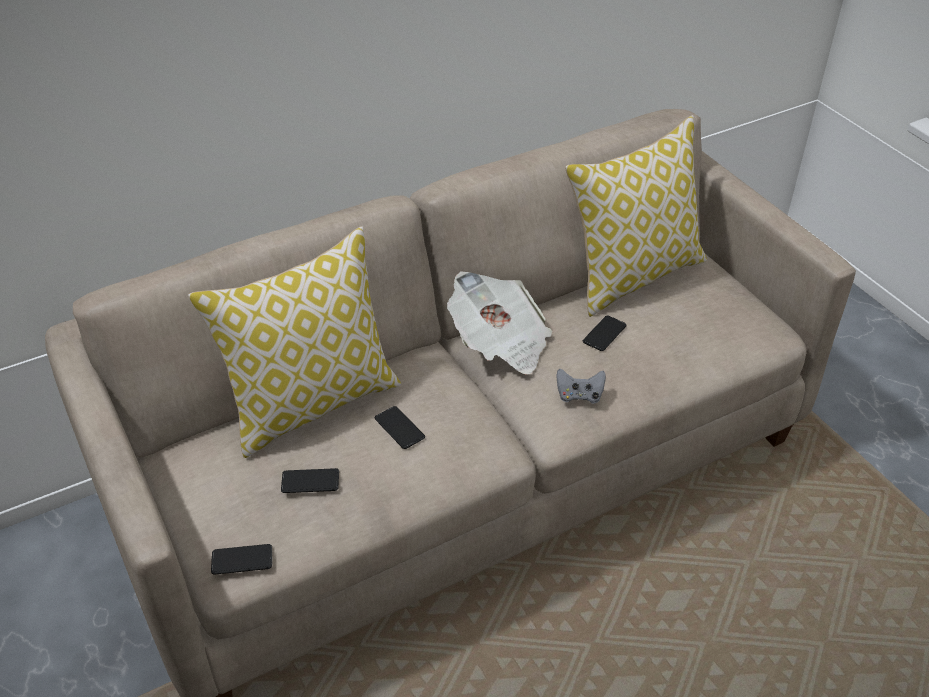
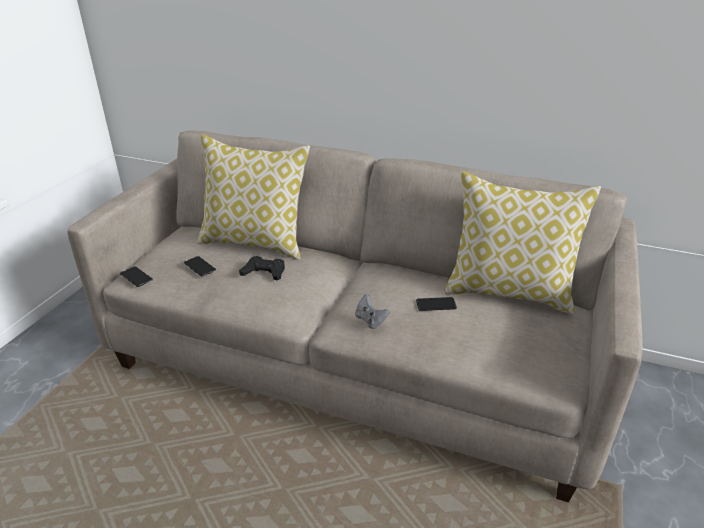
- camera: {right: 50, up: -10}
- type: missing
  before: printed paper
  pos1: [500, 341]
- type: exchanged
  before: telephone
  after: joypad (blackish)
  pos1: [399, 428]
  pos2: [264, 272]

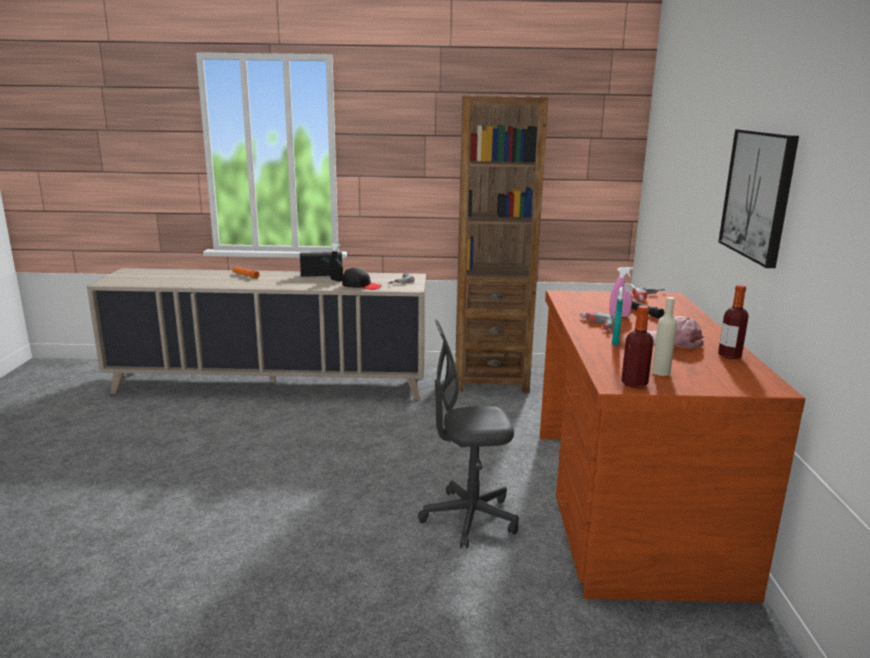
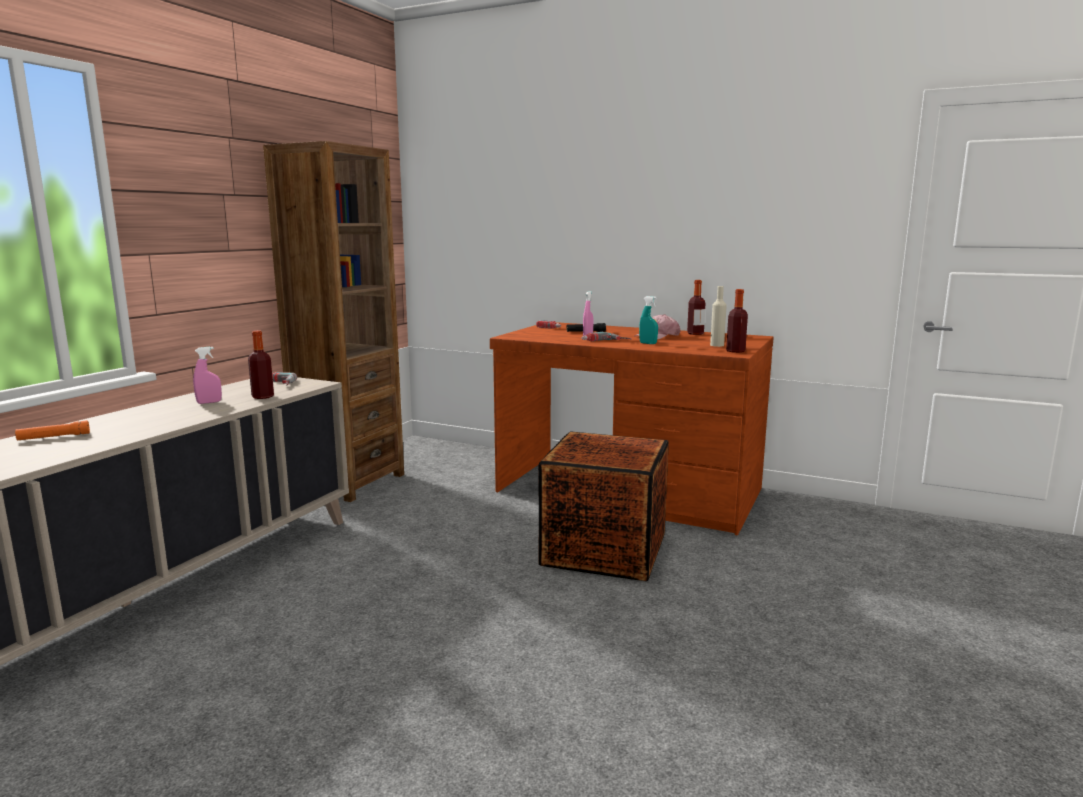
- camera: {right: -65, up: -5}
- type: missing
  before: radio receiver
  pos1: [321, 275]
- type: missing
  before: picture
  pos1: [758, 195]
- type: exchanged
  before: peaked cap (blackish)
  after: drink bottle
  pos1: [361, 286]
  pos2: [263, 397]
- type: exchanged
  before: office chair (greyish)
  after: crate
  pos1: [469, 518]
  pos2: [604, 550]
- type: colour
  before: hand sprayer (blackish)
  after: hand sprayer (pink-coloured)
  pos1: [336, 280]
  pos2: [209, 402]

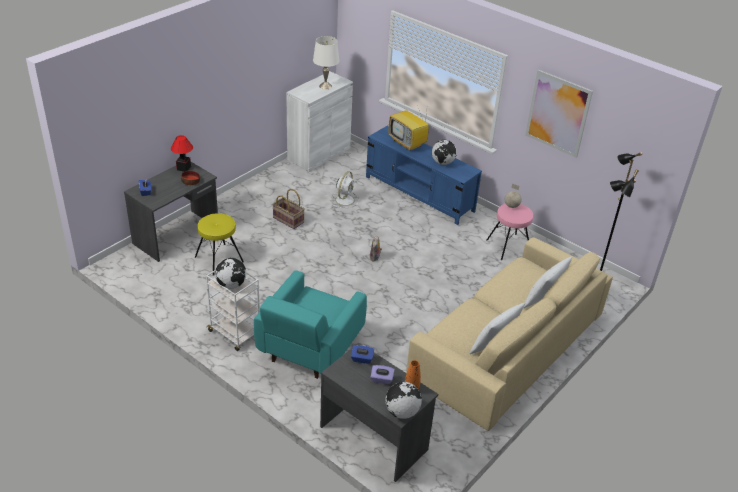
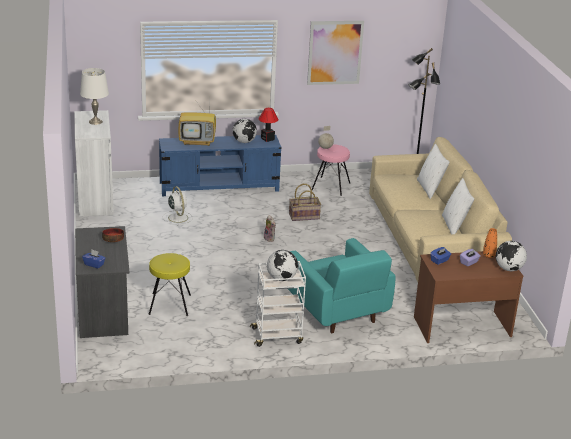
- camera: {right: -50, up: -10}
- type: relocated
  before: tabletop lamp
  pos1: [184, 168]
  pos2: [267, 139]
- type: relocated
  before: basket
  pos1: [289, 220]
  pos2: [304, 216]
- type: colour
  before: desk (greyish)
  after: desk (brown)
  pos1: [374, 437]
  pos2: [461, 326]

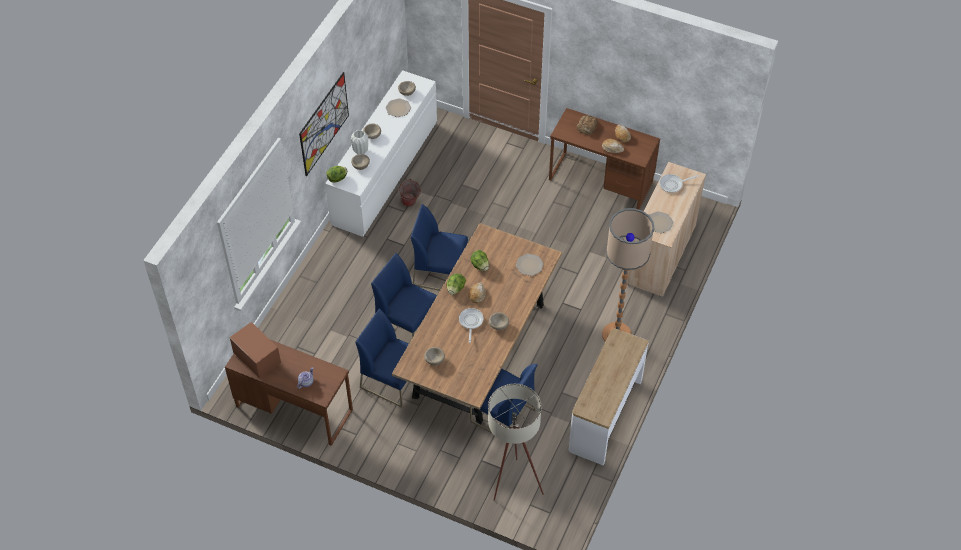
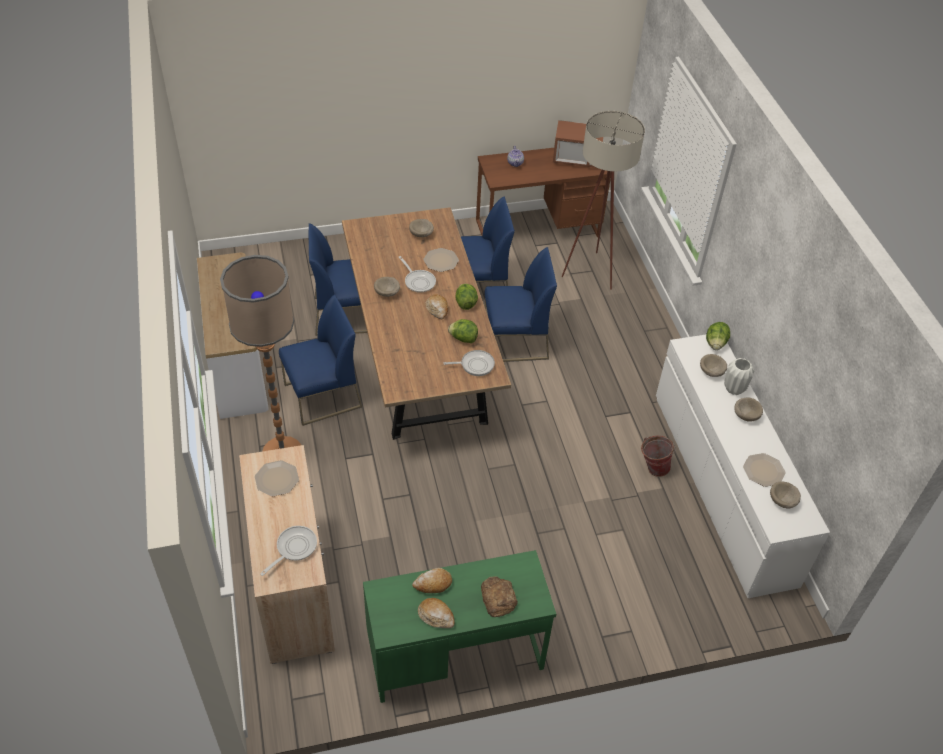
- camera: {right: 140, up: -5}
- type: missing
  before: picture
  pos1: [324, 124]
- type: appeared
  after: frying pan
  pos2: [475, 365]
- type: relocated
  before: upright chair (bluish)
  pos1: [440, 272]
  pos2: [322, 396]
- type: relocated
  before: floor lamp (beige)
  pos1: [512, 487]
  pos2: [591, 268]
- type: relocated
  before: plate
  pos1: [529, 265]
  pos2: [441, 261]
- type: colour
  before: desk (brown)
  after: desk (green)
  pos1: [600, 181]
  pos2: [455, 653]

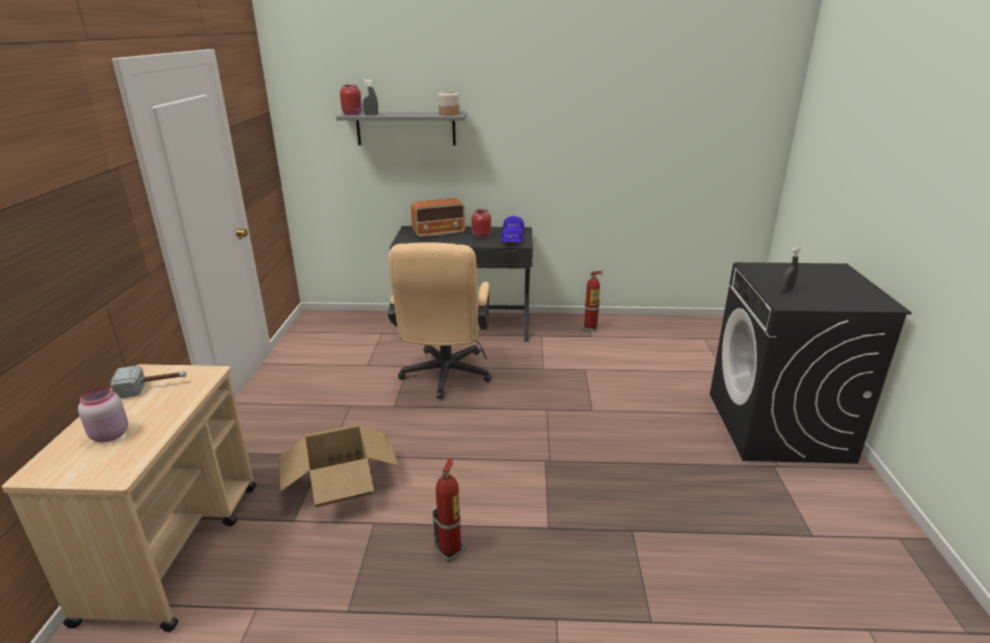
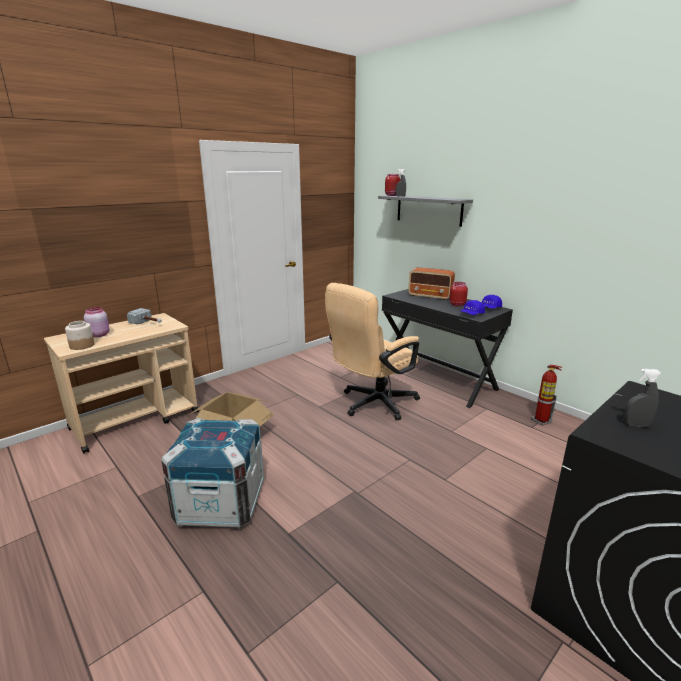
- camera: {right: 45, up: -5}
- type: relocated
  before: jar
  pos1: [449, 114]
  pos2: [81, 345]
- type: exchanged
  before: fire-fighting cylinder
  after: crate
  pos1: [450, 549]
  pos2: [221, 503]

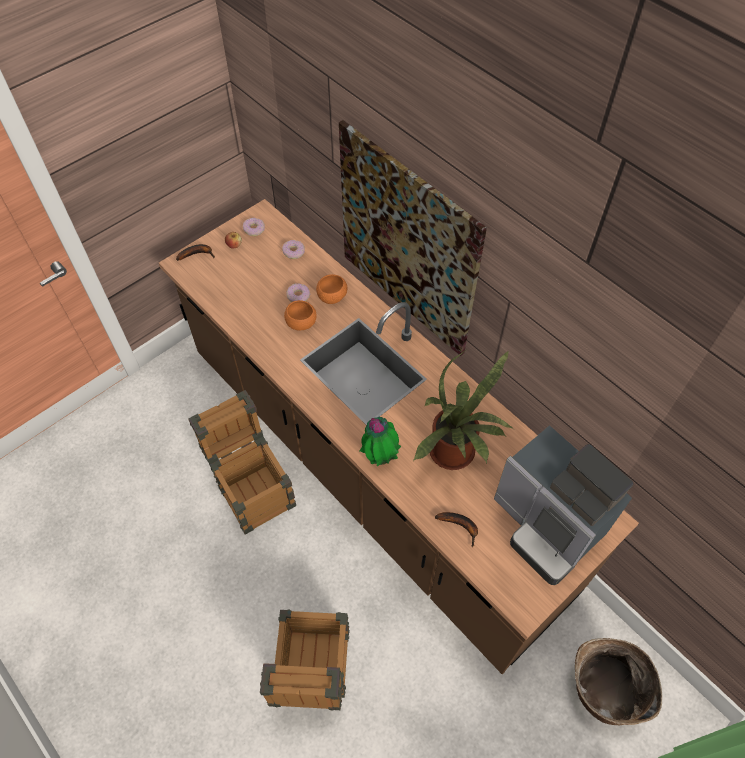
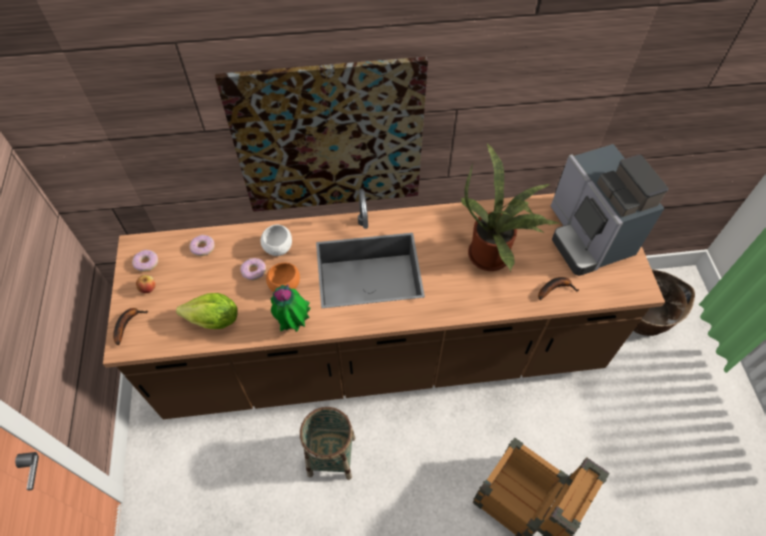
- camera: {right: -55, up: 0}
- type: appeared
  after: lettuce head
  pos2: [214, 321]
- type: relocated
  before: houseplant
  pos1: [380, 456]
  pos2: [293, 323]
- type: exchanged
  before: crate
  after: basket
  pos1: [253, 489]
  pos2: [331, 455]
- type: colour
  before: serving bowl (orange)
  after: serving bowl (white)
  pos1: [332, 297]
  pos2: [278, 248]
- type: spun
  before: coffee brewer
  pos1: [547, 526]
  pos2: [588, 237]
  turn: 75

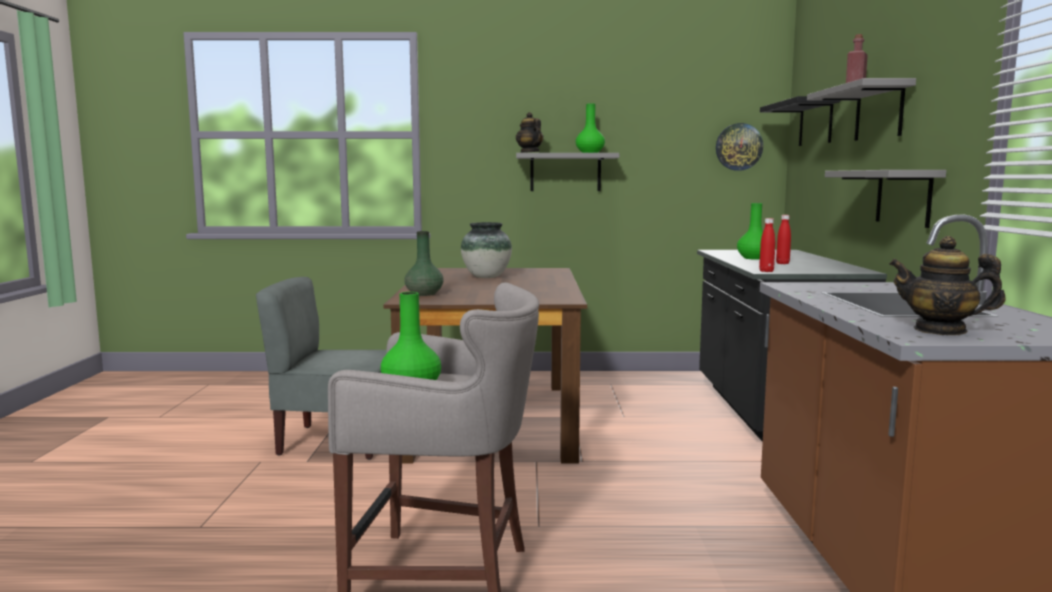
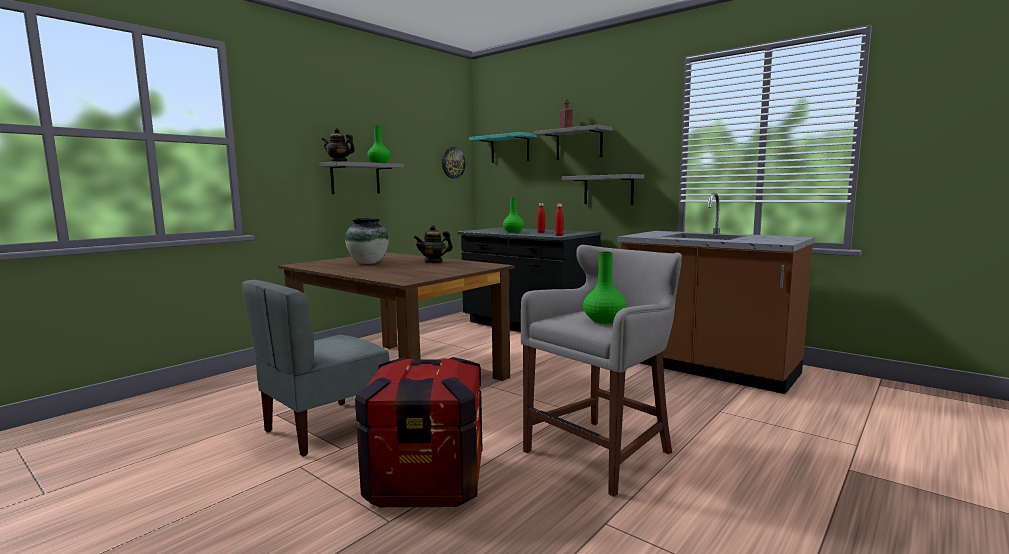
- camera: {right: -50, up: 0}
- type: missing
  before: vase (green)
  pos1: [424, 294]
- type: appeared
  after: crate
  pos2: [426, 480]
- type: relocated
  before: tea pot
  pos1: [940, 330]
  pos2: [434, 262]
- type: colour
  before: wall shelf (blackish)
  after: wall shelf (turquoise)
  pos1: [815, 123]
  pos2: [510, 149]

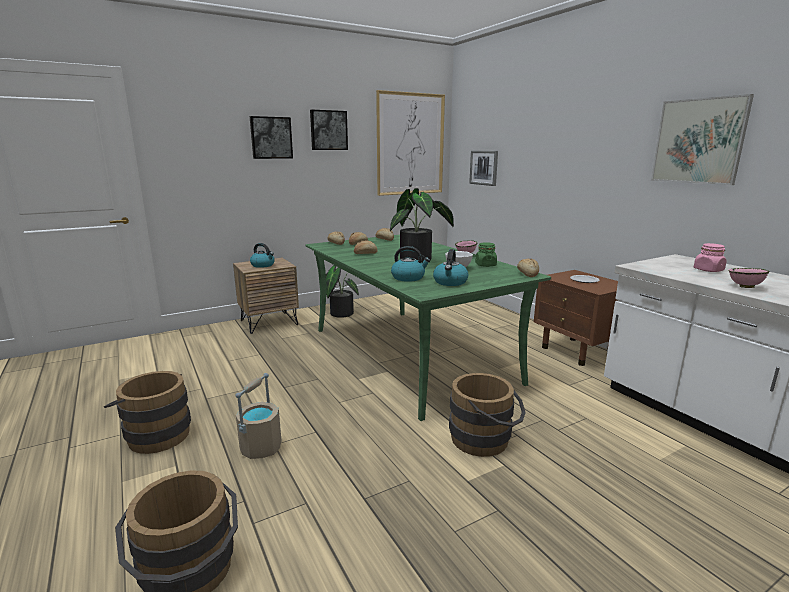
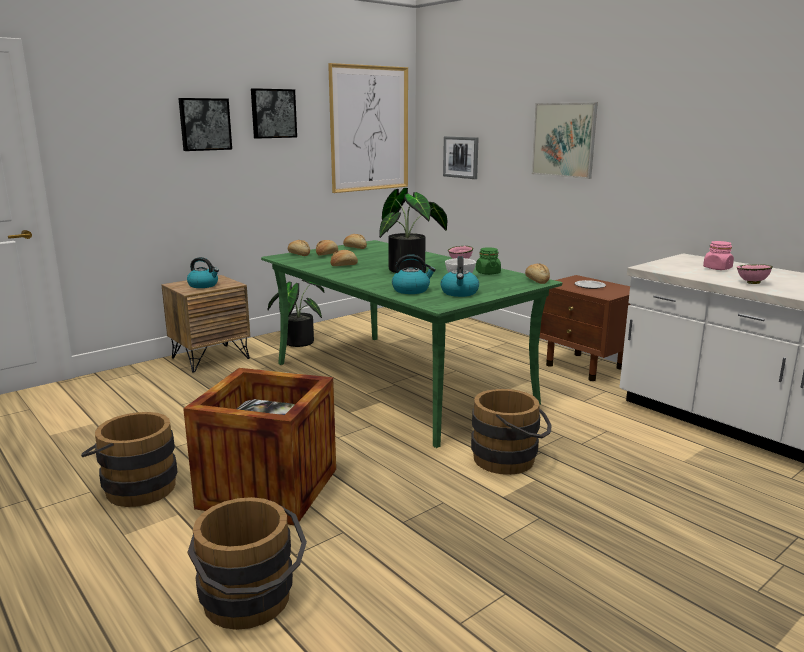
- camera: {right: -10, up: 0}
- type: relocated
  before: picture
  pos1: [698, 141]
  pos2: [564, 140]
- type: exchanged
  before: pail (beige)
  after: crate
  pos1: [261, 447]
  pos2: [269, 488]

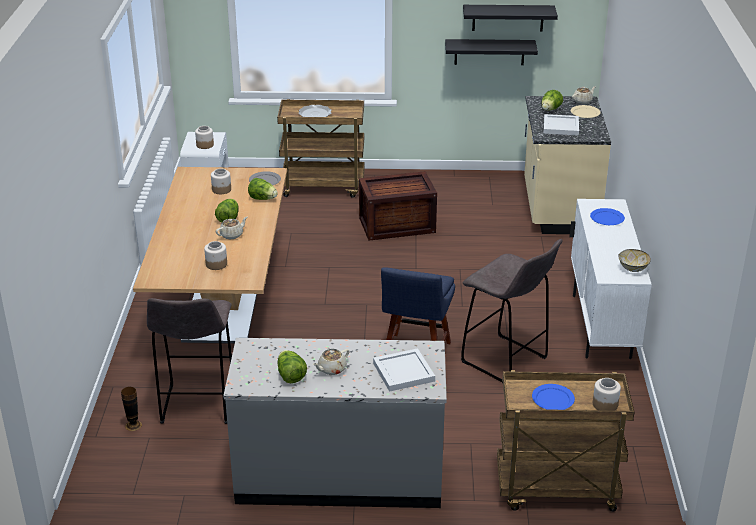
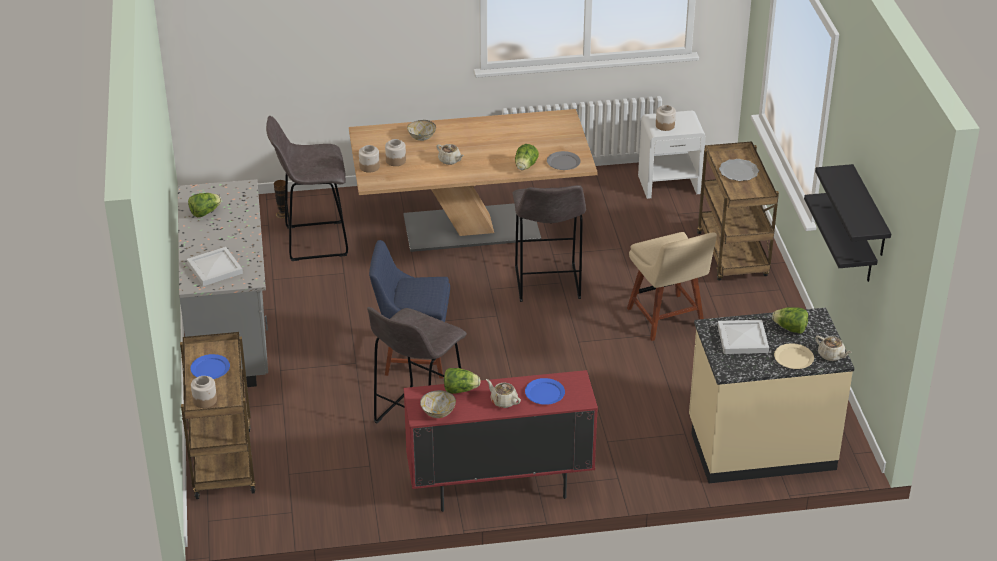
- camera: {right: 80, up: 5}
- type: appeared
  after: serving bowl
  pos2: [422, 137]
- type: appeared
  after: stool (greyish)
  pos2: [547, 285]
- type: relocated
  before: jar
  pos1: [221, 190]
  pos2: [369, 167]
- type: relocated
  before: lettuce head
  pos1: [228, 219]
  pos2: [460, 390]
- type: relocated
  before: tea pot (beige)
  pos1: [331, 369]
  pos2: [503, 401]
- type: exchanged
  before: crate
  after: upright chair (beige)
  pos1: [398, 225]
  pos2: [667, 320]
- type: colour
  before: storage cabinet (white)
  after: storage cabinet (reddish)
  pos1: [601, 326]
  pos2: [499, 487]

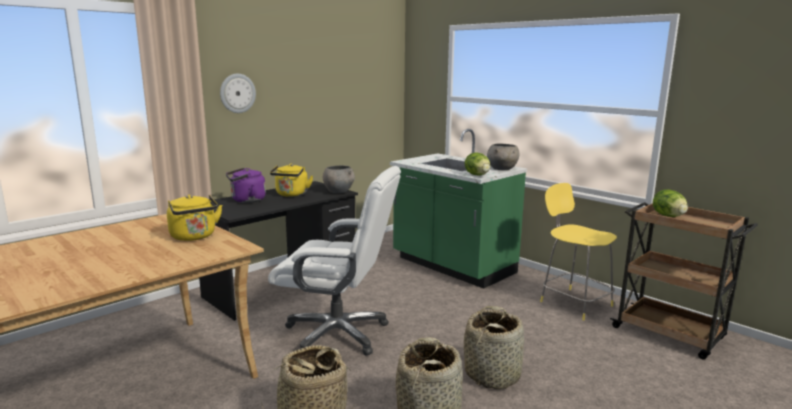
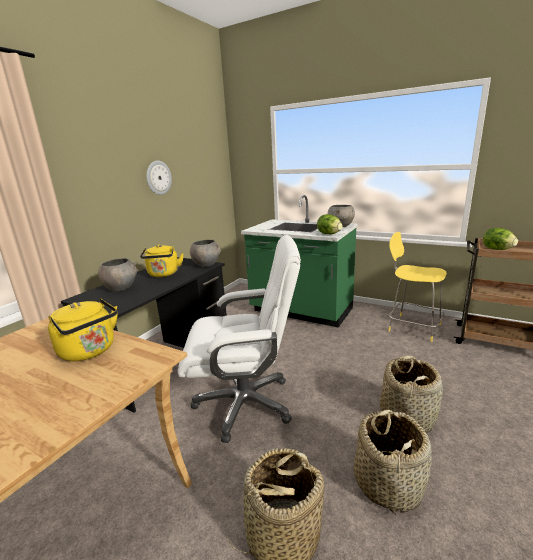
- camera: {right: -15, up: 5}
- type: relocated
  before: hanging clock
  pos1: [237, 93]
  pos2: [158, 178]
- type: exchanged
  before: water kettle (purplish)
  after: serving bowl (greyish)
  pos1: [246, 200]
  pos2: [121, 288]

